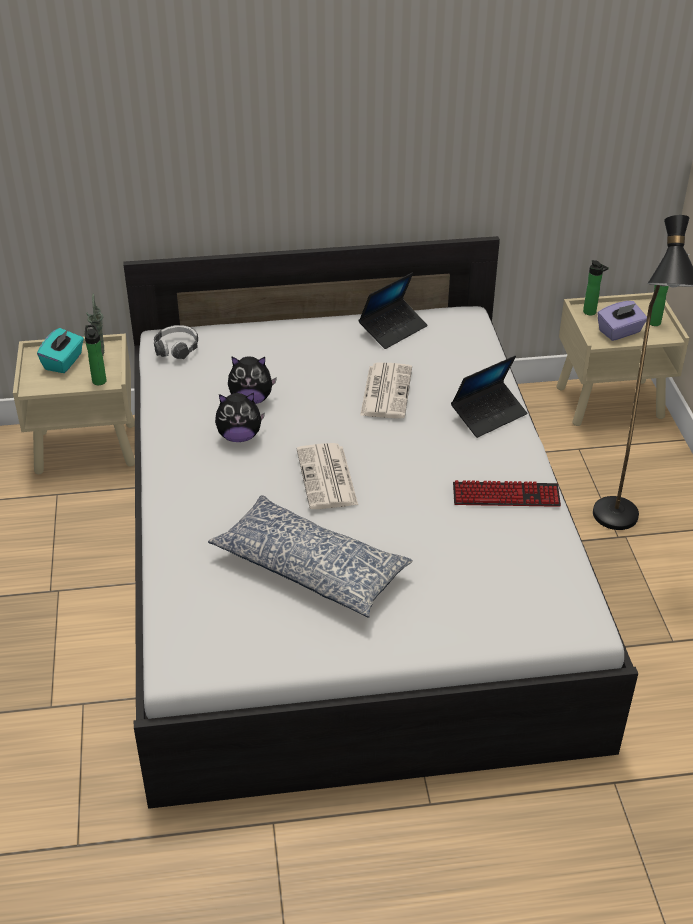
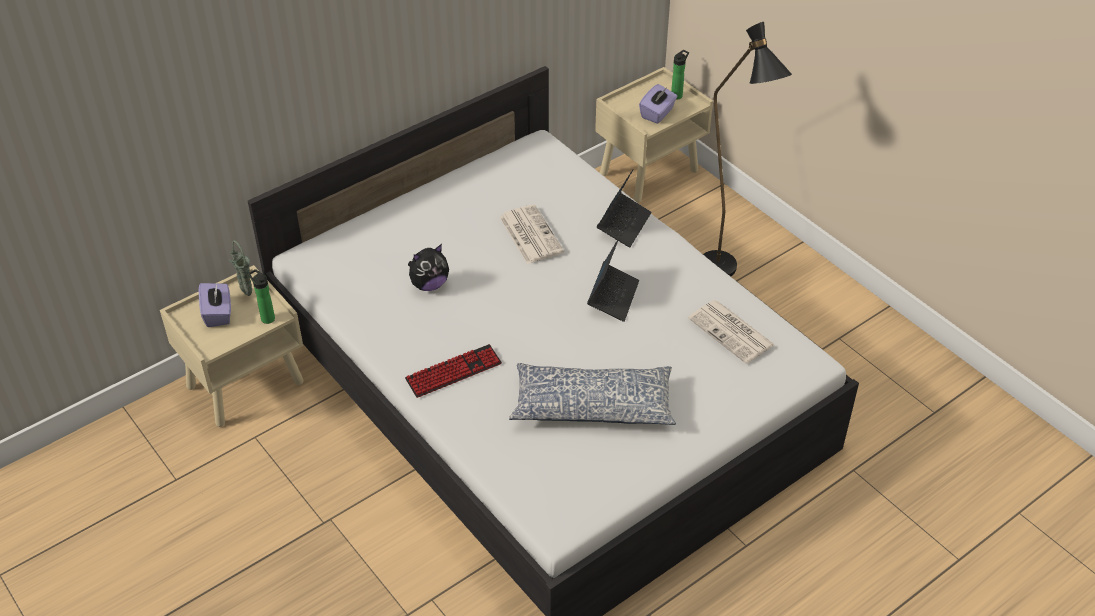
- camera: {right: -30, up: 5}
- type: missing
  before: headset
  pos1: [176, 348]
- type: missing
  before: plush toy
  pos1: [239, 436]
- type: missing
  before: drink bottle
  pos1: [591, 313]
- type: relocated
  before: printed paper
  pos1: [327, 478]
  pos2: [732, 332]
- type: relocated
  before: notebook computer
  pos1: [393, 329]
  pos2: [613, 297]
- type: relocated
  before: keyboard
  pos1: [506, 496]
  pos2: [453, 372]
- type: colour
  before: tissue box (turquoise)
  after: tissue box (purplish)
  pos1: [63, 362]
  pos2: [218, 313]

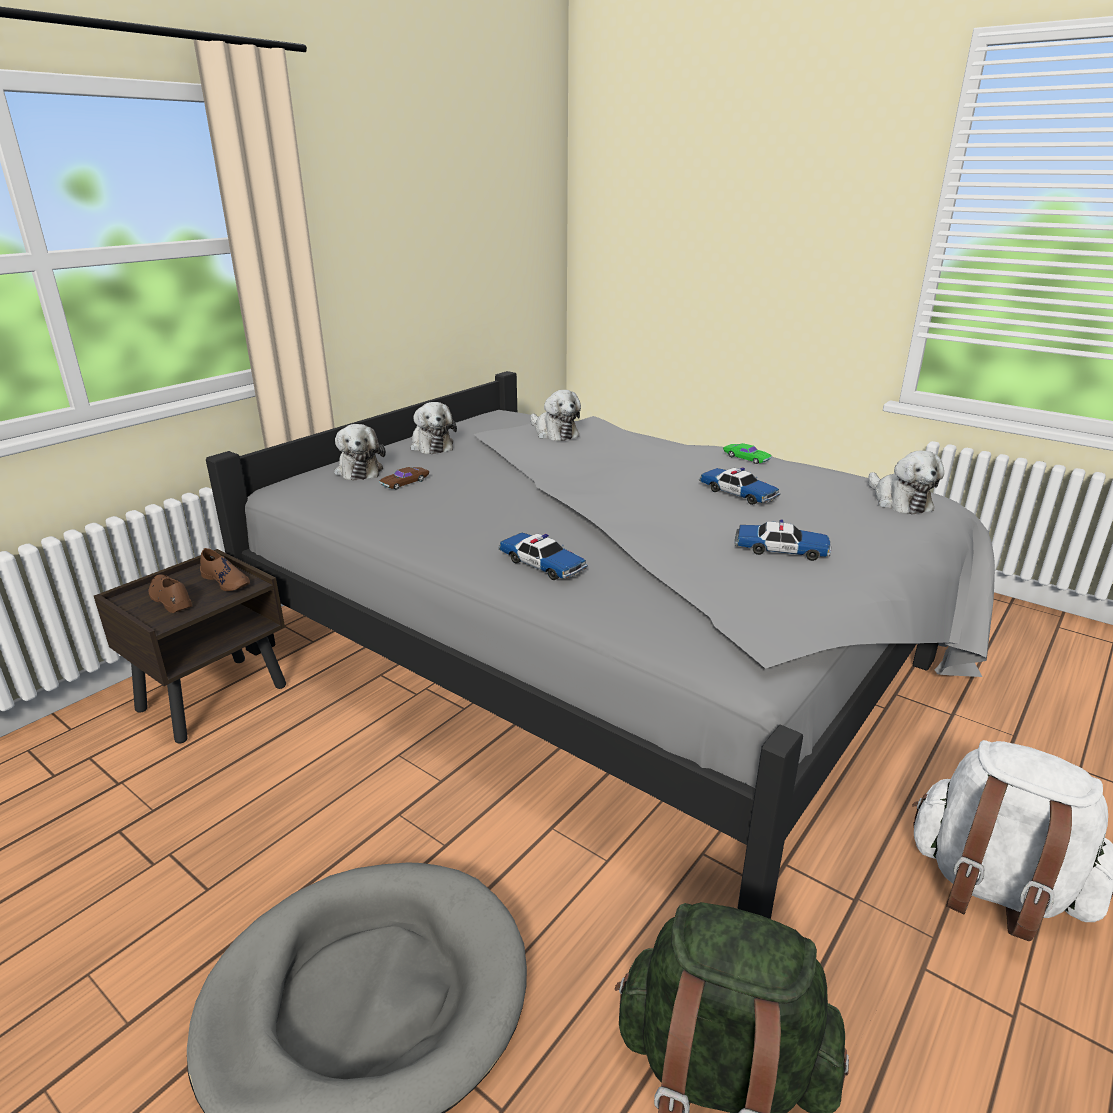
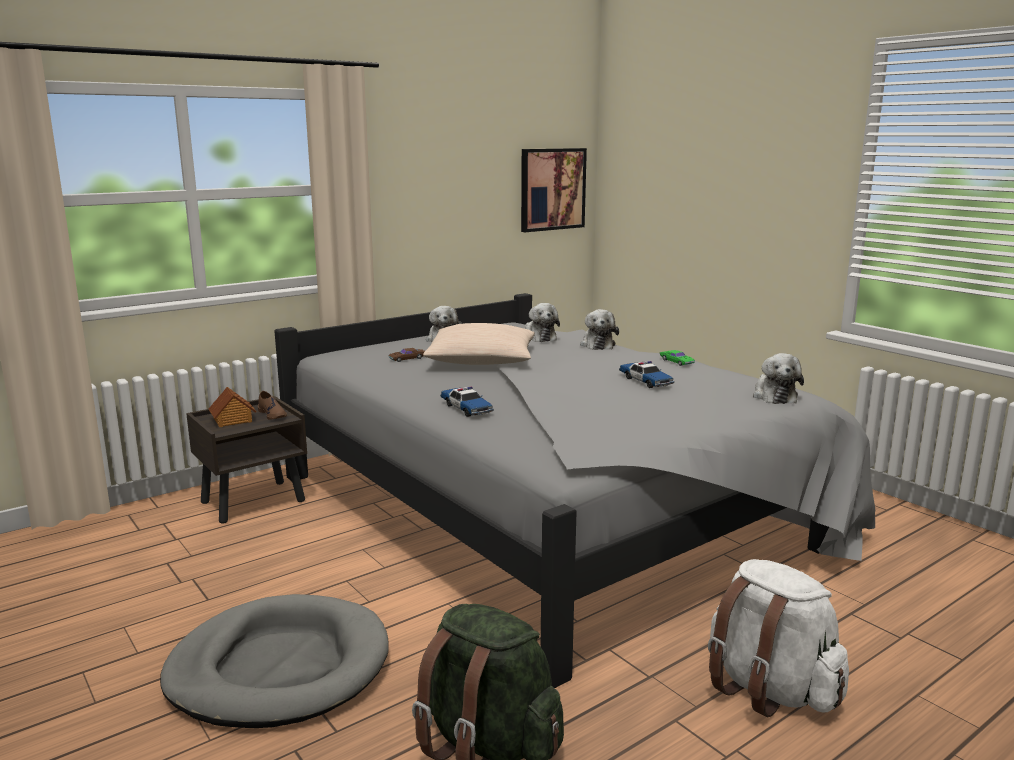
- camera: {right: 15, up: -10}
- type: missing
  before: model car
  pos1: [781, 550]
- type: appeared
  after: cushion (beige)
  pos2: [482, 360]
- type: appeared
  after: picture
  pos2: [552, 189]
- type: relocated
  before: plush toy
  pos1: [359, 470]
  pos2: [597, 344]
- type: exchanged
  before: shoe (brown)
  after: model house
  pos1: [170, 599]
  pos2: [233, 420]

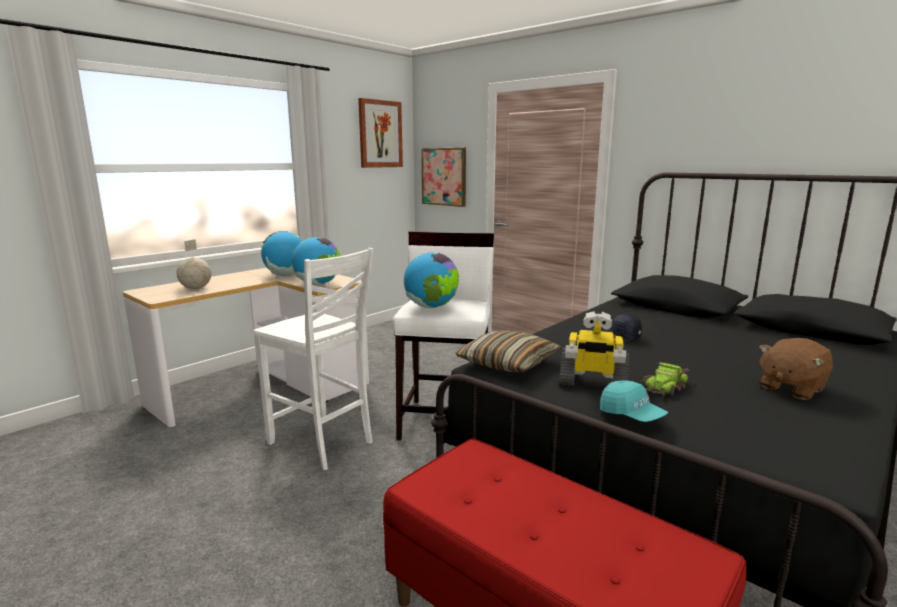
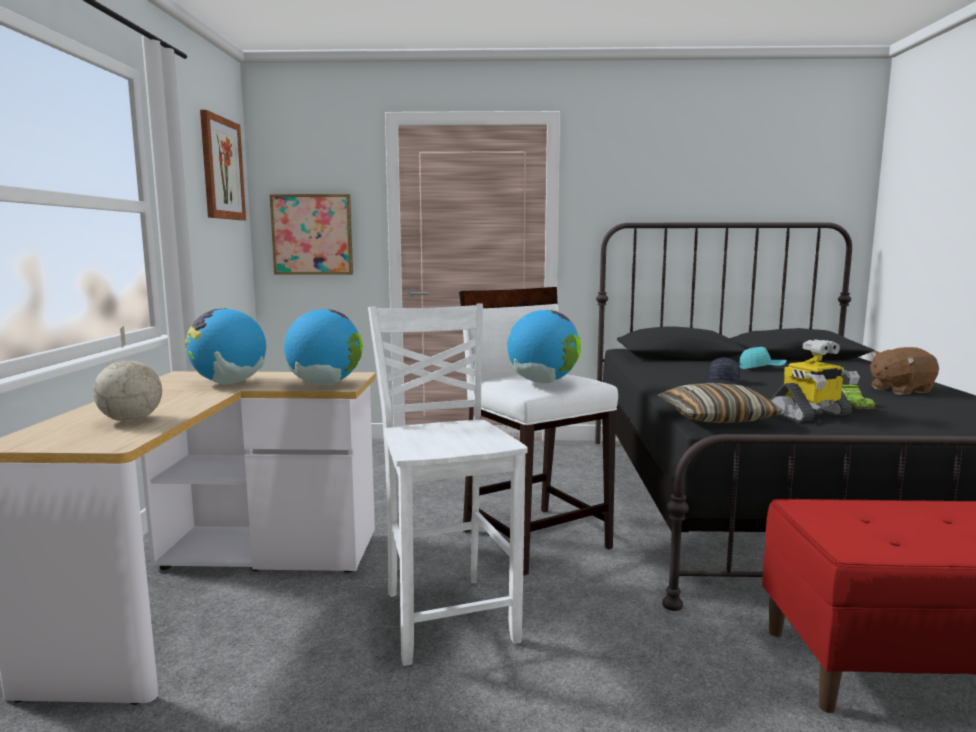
- camera: {right: -40, up: -5}
- type: relocated
  before: peaked cap (turquoise)
  pos1: [631, 415]
  pos2: [761, 368]
- type: spun
  before: upright chair (white)
  pos1: [322, 443]
  pos2: [447, 615]
  turn: -105
- type: spun
  before: plush toy (brown)
  pos1: [790, 388]
  pos2: [900, 390]
  turn: 60

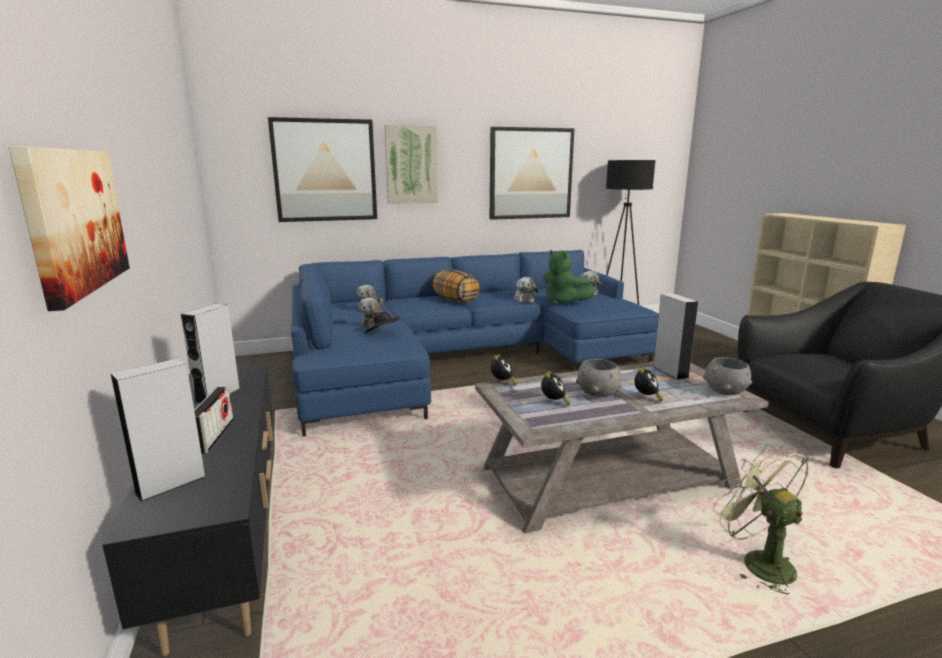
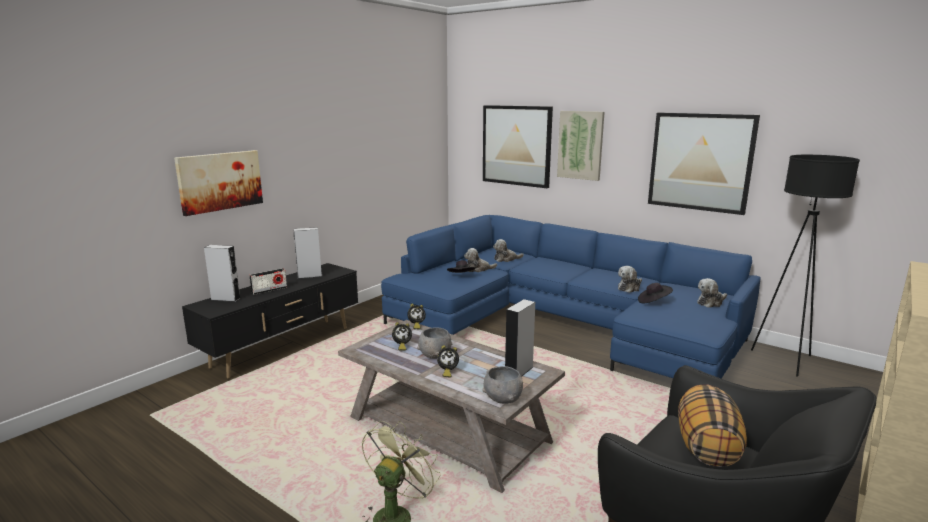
- camera: {right: 55, up: 0}
- type: relocated
  before: cushion
  pos1: [455, 301]
  pos2: [706, 447]
- type: exchanged
  before: plush toy (green)
  after: hat (blackish)
  pos1: [563, 302]
  pos2: [653, 301]

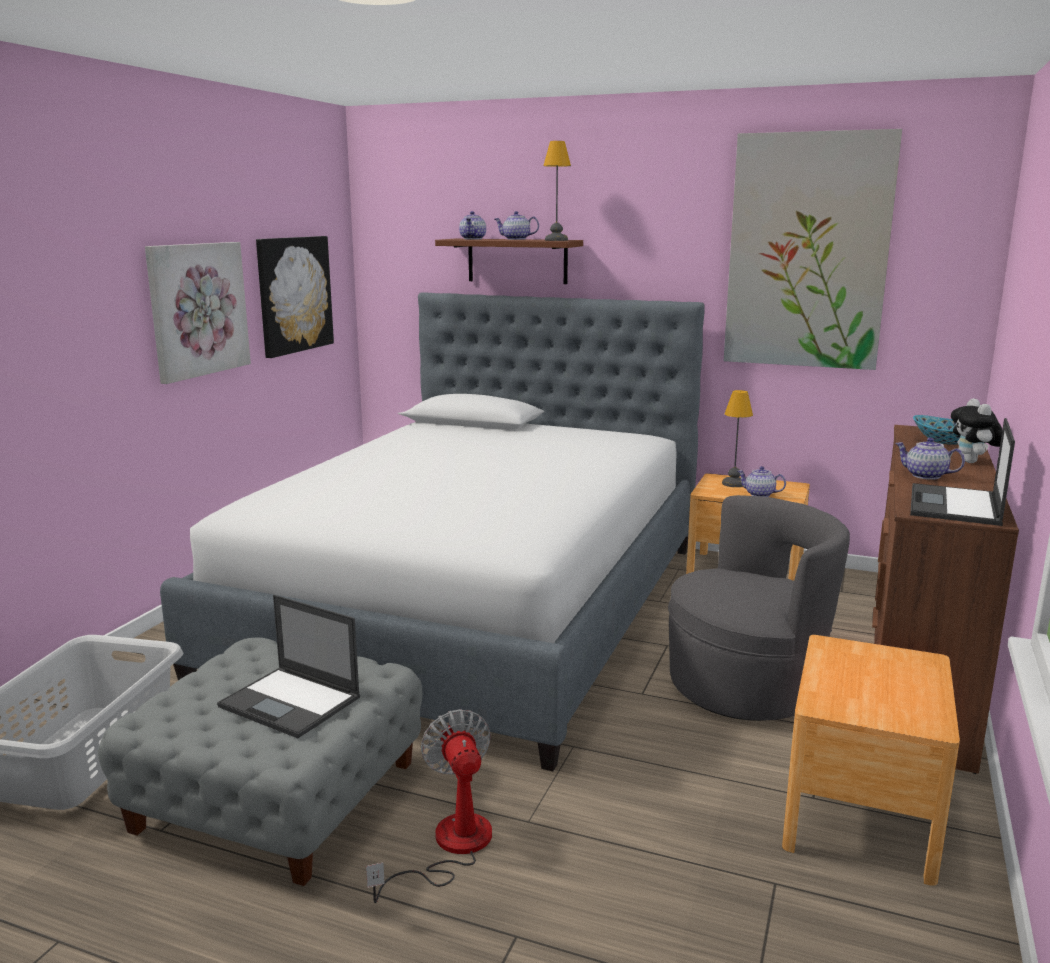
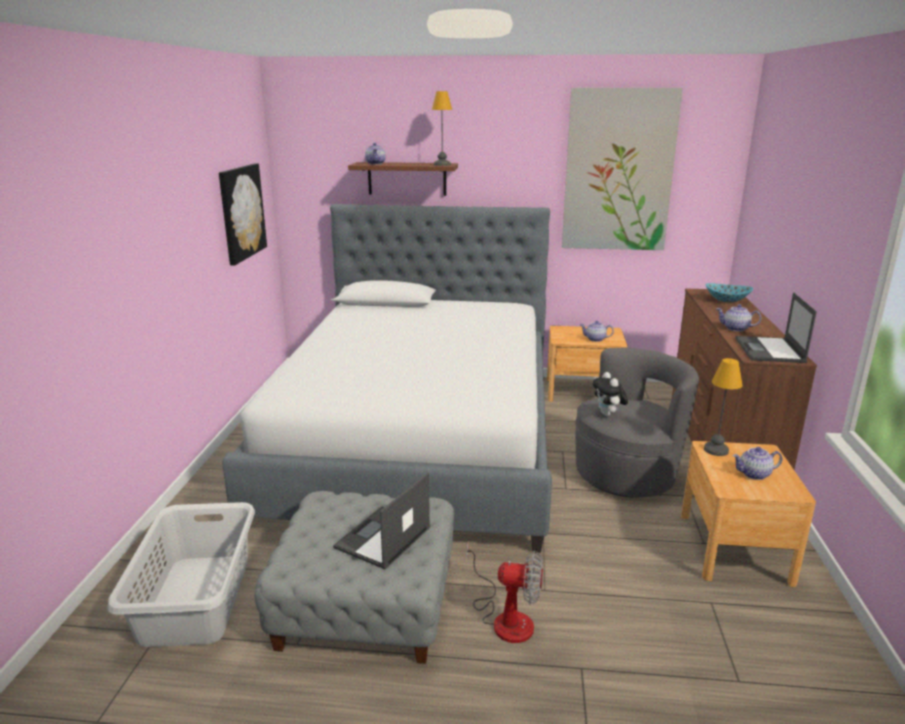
- camera: {right: -15, up: 5}
- type: missing
  before: picture
  pos1: [197, 309]
- type: relocated
  before: tea pot
  pos1: [516, 239]
  pos2: [754, 474]
- type: relocated
  before: tabletop lamp
  pos1: [734, 483]
  pos2: [716, 449]
- type: relocated
  before: plush toy
  pos1: [973, 462]
  pos2: [608, 415]
- type: spun
  before: notebook computer
  pos1: [291, 702]
  pos2: [382, 538]
  turn: 105
- type: spun
  before: fan
  pos1: [449, 847]
  pos2: [505, 617]
  turn: 135

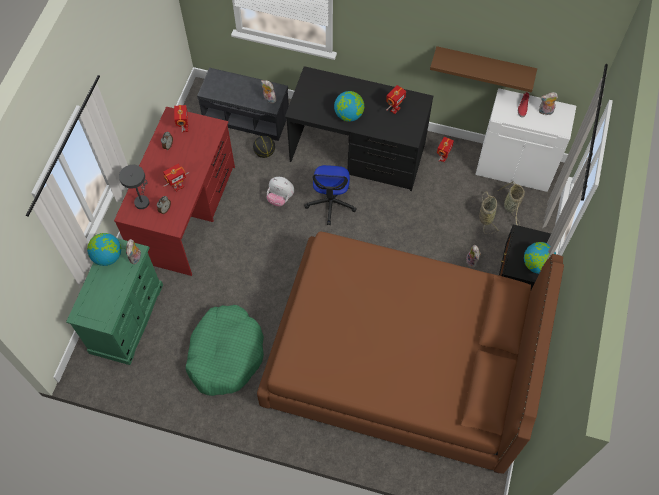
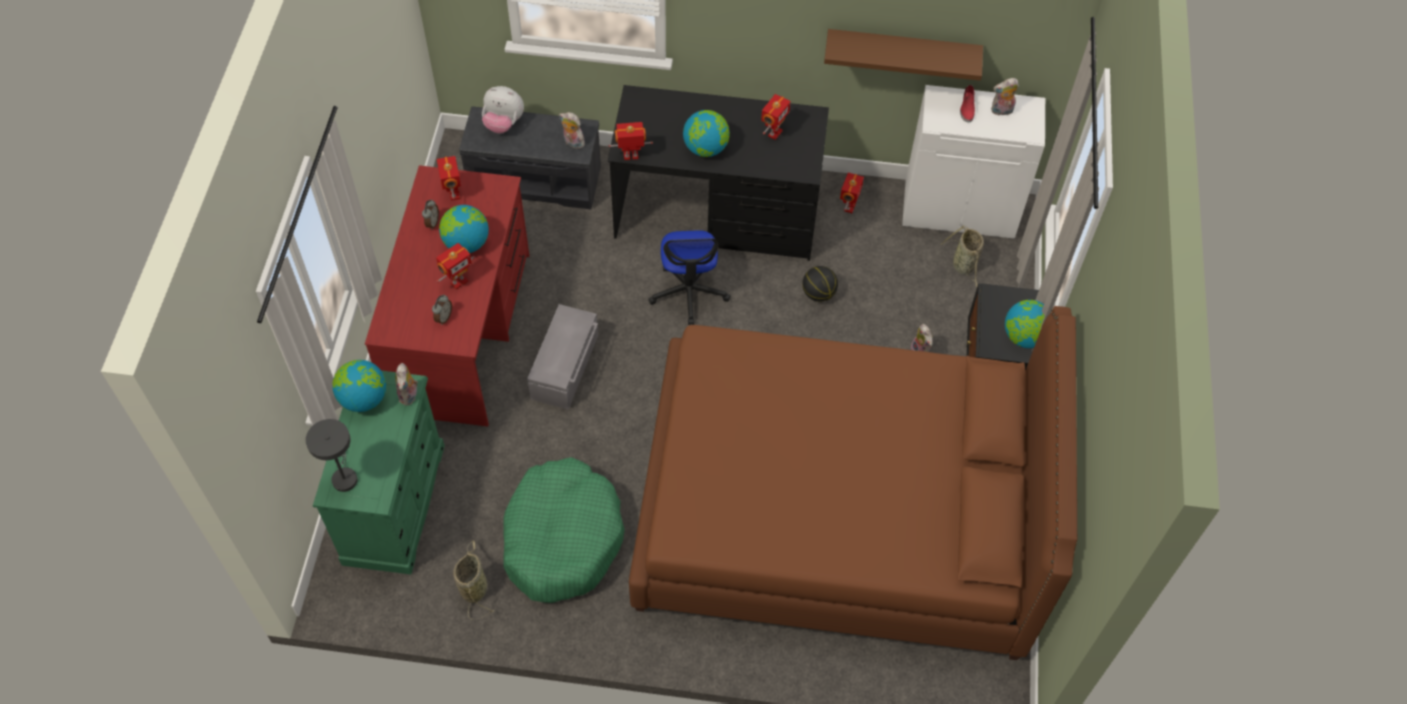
- camera: {right: -10, up: -5}
- type: appeared
  after: world globe
  pos2: [466, 243]
- type: appeared
  after: storage box (greyish)
  pos2: [566, 367]
- type: appeared
  after: toy robot
  pos2: [631, 156]
- type: relocated
  before: tabletop lamp (greyish)
  pos1: [142, 200]
  pos2: [344, 476]
- type: relocated
  before: basketball ball
  pos1: [264, 152]
  pos2: [818, 293]
- type: relocated
  before: plush toy
  pos1: [280, 198]
  pos2: [503, 123]
- type: relocated
  before: basket
  pos1: [486, 217]
  pos2: [474, 587]

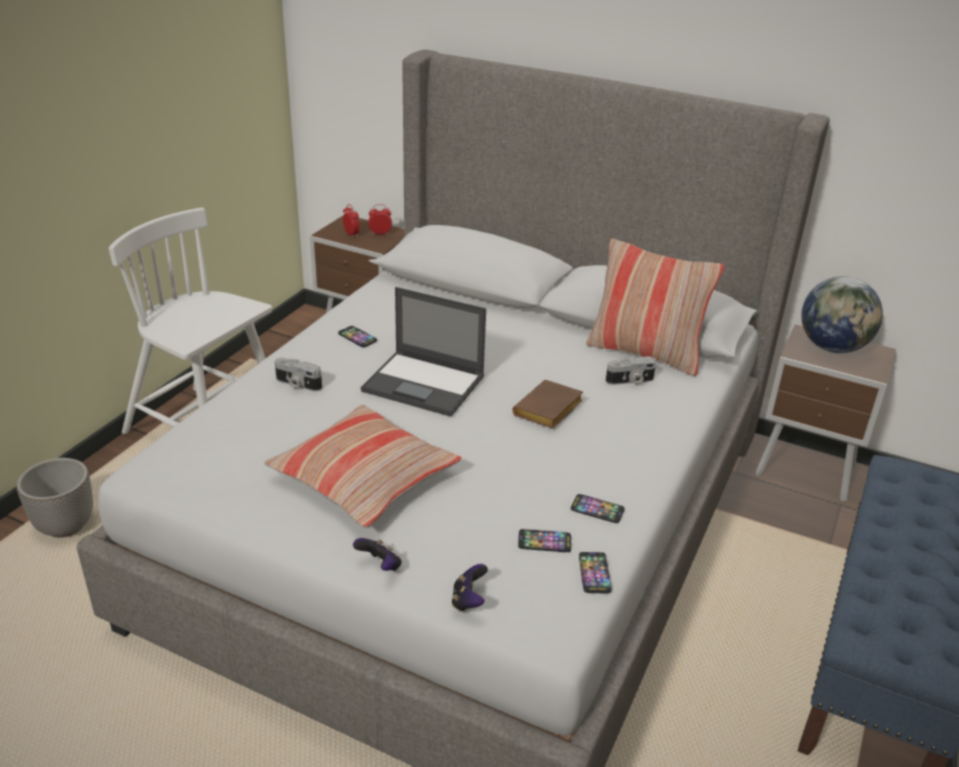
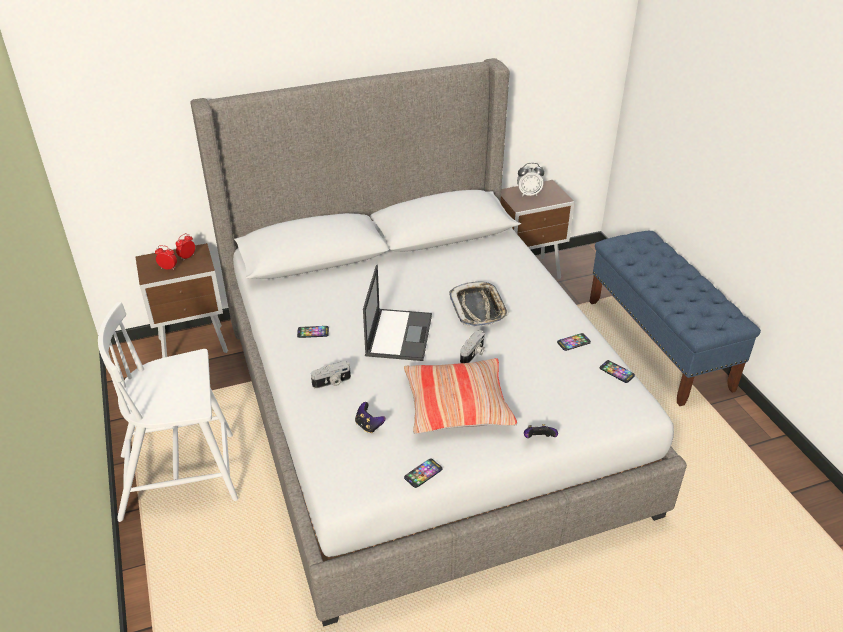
- camera: {right: -45, up: 5}
- type: missing
  before: planter
  pos1: [66, 527]
- type: missing
  before: cushion
  pos1: [645, 353]
- type: relocated
  before: joypad
  pos1: [468, 601]
  pos2: [369, 426]
- type: relocated
  before: telephone
  pos1: [544, 542]
  pos2: [423, 473]
- type: relocated
  before: still camera
  pos1: [630, 381]
  pos2: [473, 354]
- type: exchanged
  before: volume (brown)
  after: serving tray
  pos1: [548, 411]
  pos2: [478, 308]
- type: exchanged
  before: world globe
  after: table clock
  pos1: [832, 347]
  pos2: [528, 194]
- type: spun
  before: notebook computer
  pos1: [425, 384]
  pos2: [399, 334]
  turn: -60

